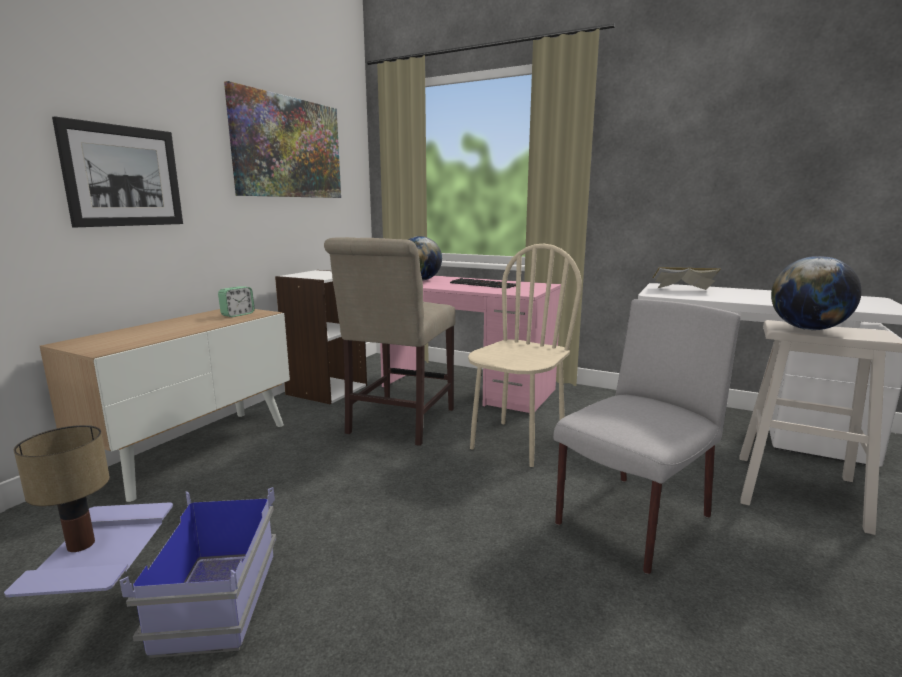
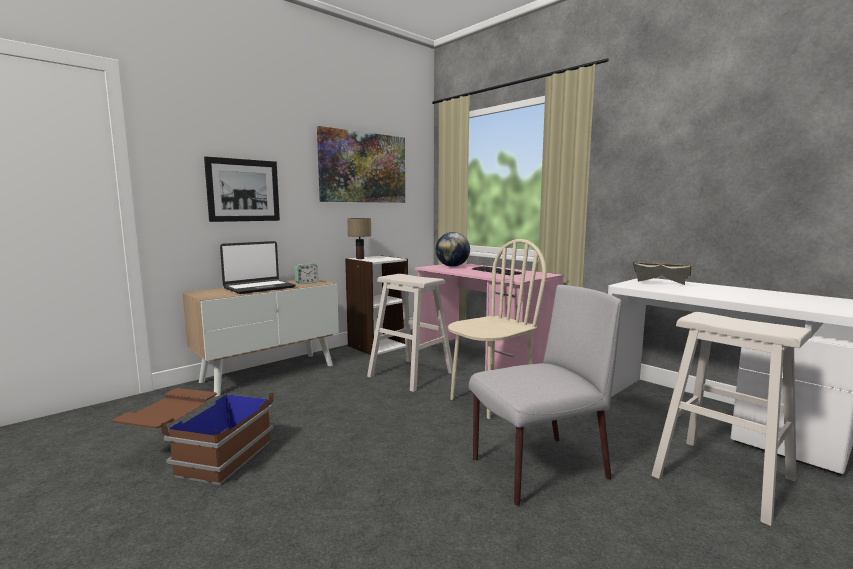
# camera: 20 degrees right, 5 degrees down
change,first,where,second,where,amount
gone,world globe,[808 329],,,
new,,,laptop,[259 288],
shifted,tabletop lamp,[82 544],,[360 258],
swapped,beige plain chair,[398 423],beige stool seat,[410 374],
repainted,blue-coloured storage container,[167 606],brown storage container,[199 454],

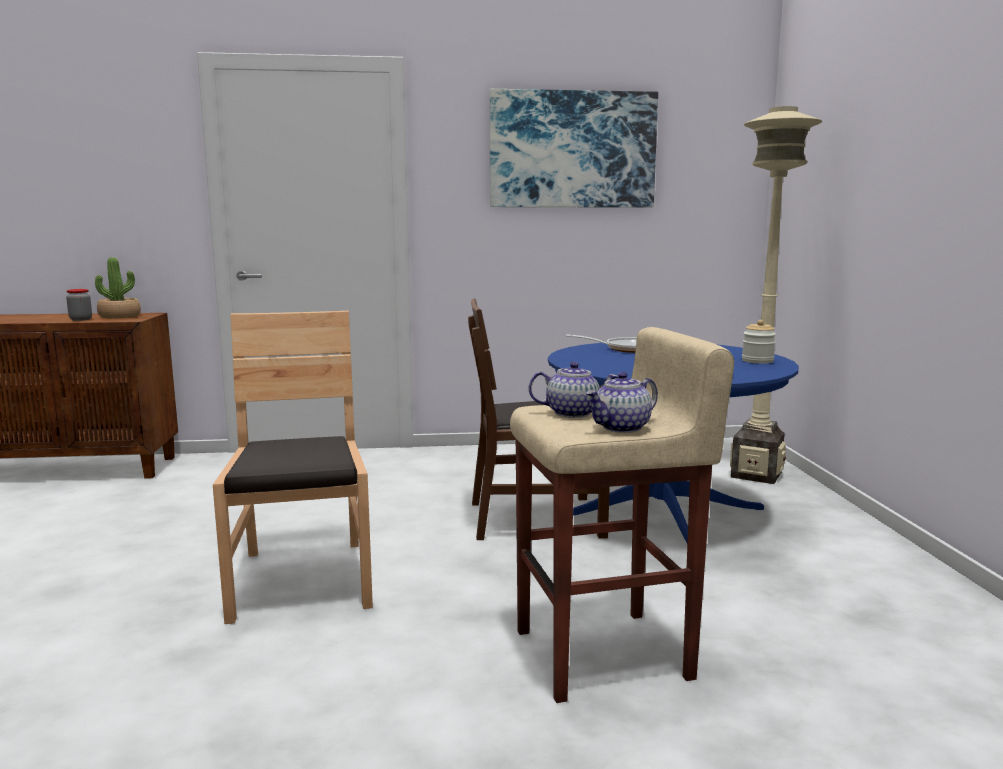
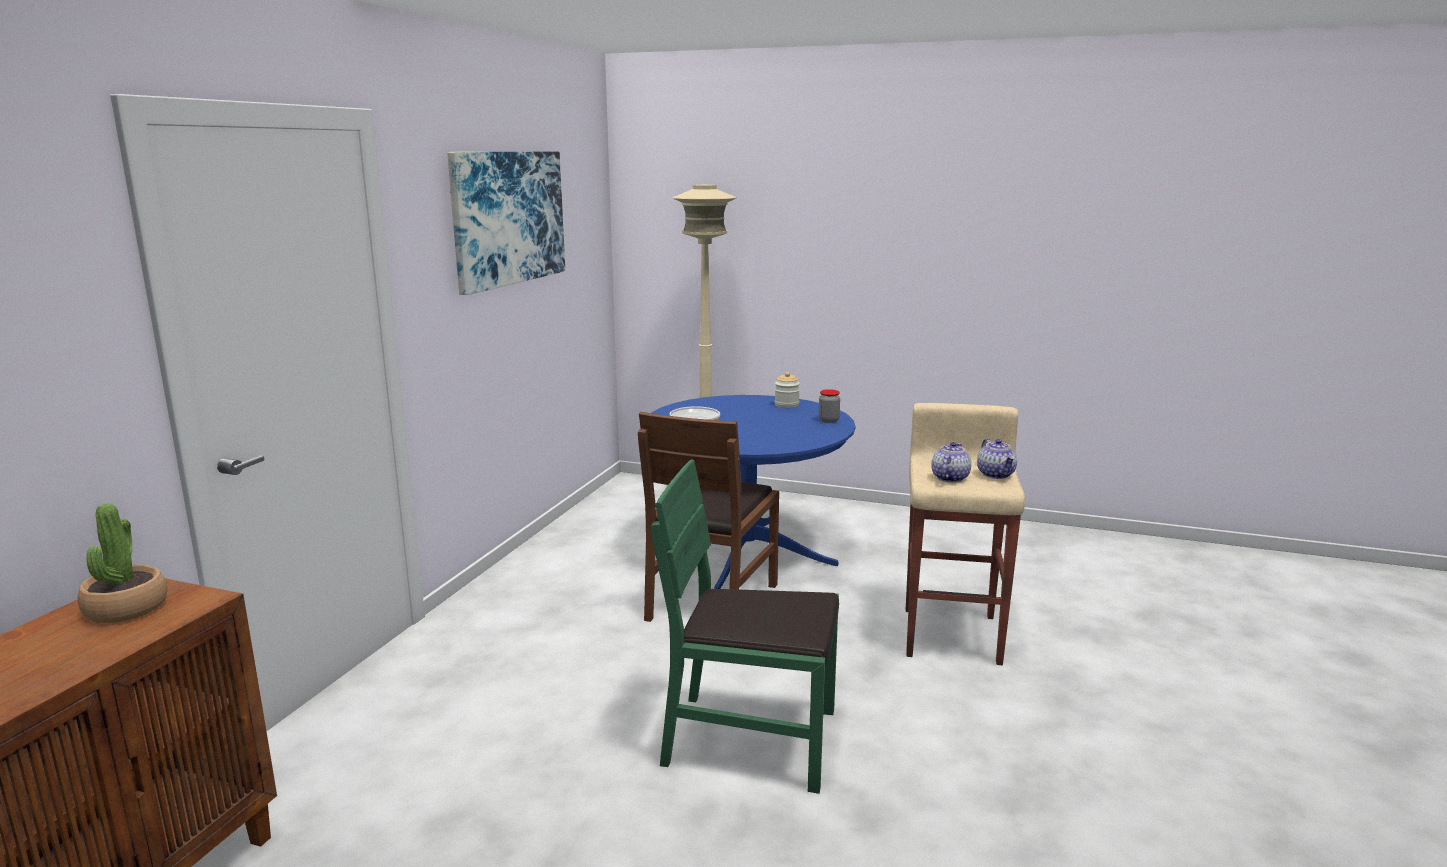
# camera: 65 degrees left, 5 degrees up
change,first,where,second,where,amount
shifted,jar,[81 319],,[828 420],
repainted,brown plain chair,[302 579],greenish plain chair,[751 739],

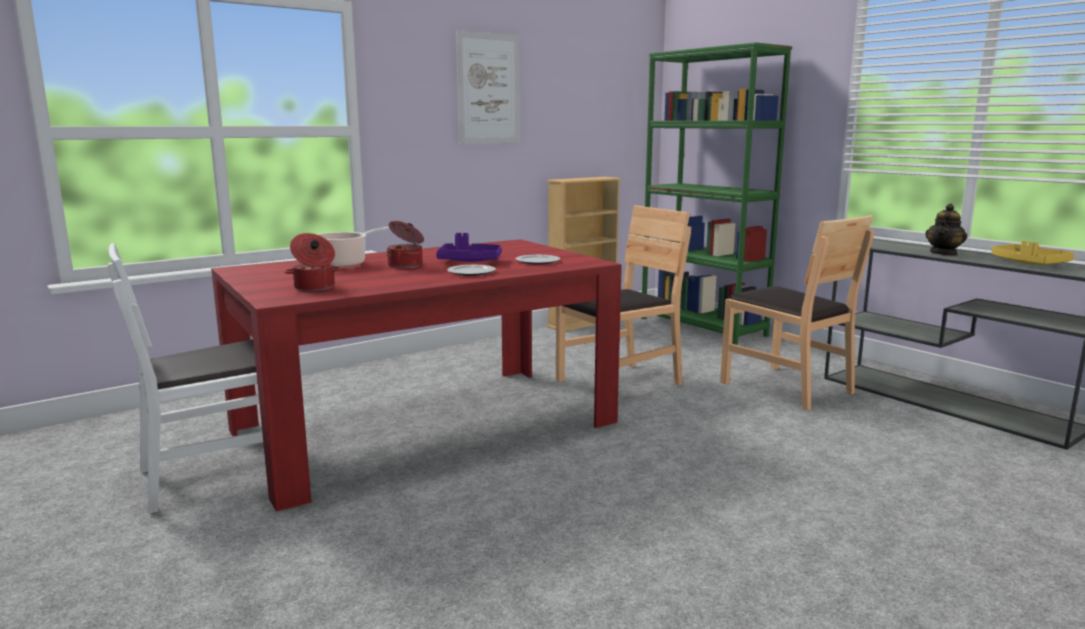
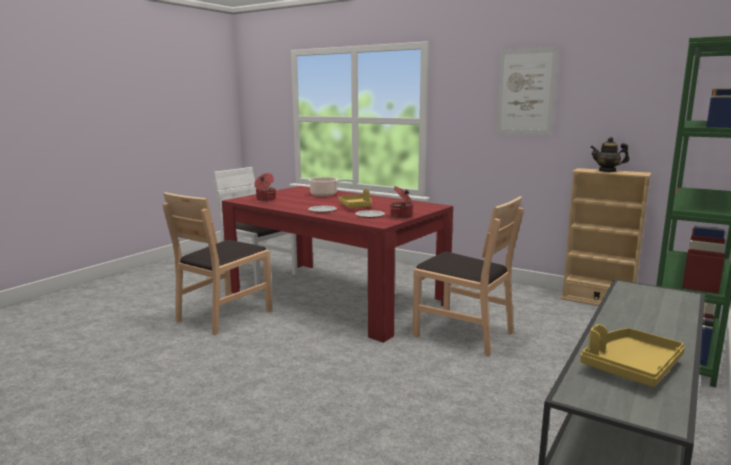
# camera: 70 degrees right, 0 degrees up
change,first,where,second,where,amount
shifted,stockpot,[406 265],,[402 216],
shifted,brown plain chair,[786 387],,[224 315],
shifted,tea pot,[944 253],,[607 171],
repainted,purple serving tray,[469 261],yellow-coloured serving tray,[356 207],

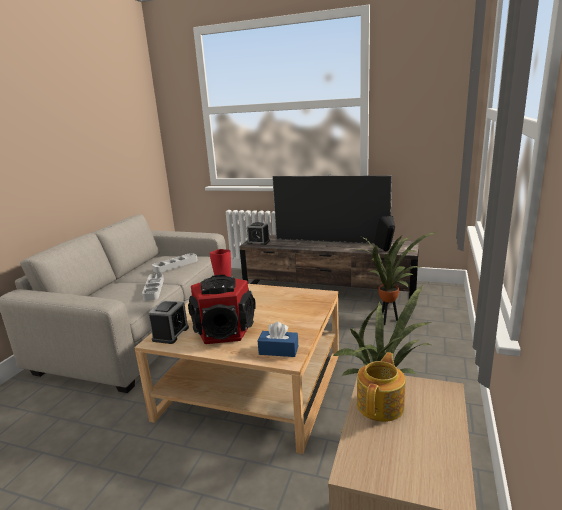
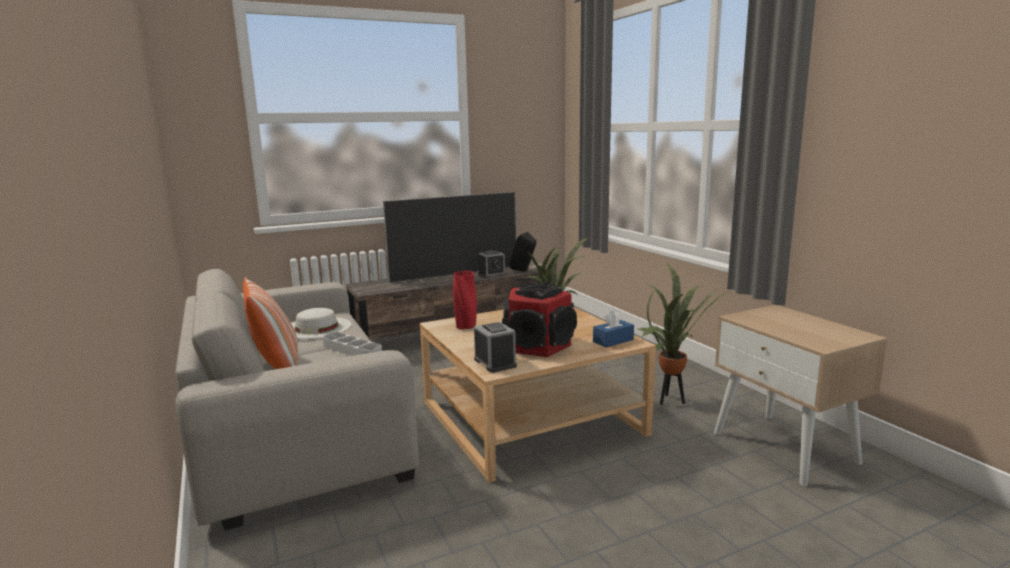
# camera: 45 degrees left, 5 degrees down
change,first,where,second,where,amount
gone,tea pot,[381 405],,,
new,,,cushion,[277 367],
shifted,alarm clock,[258 242],,[492 275],
swapped,gray serving tray,[175 265],white wearable hat,[316 328],

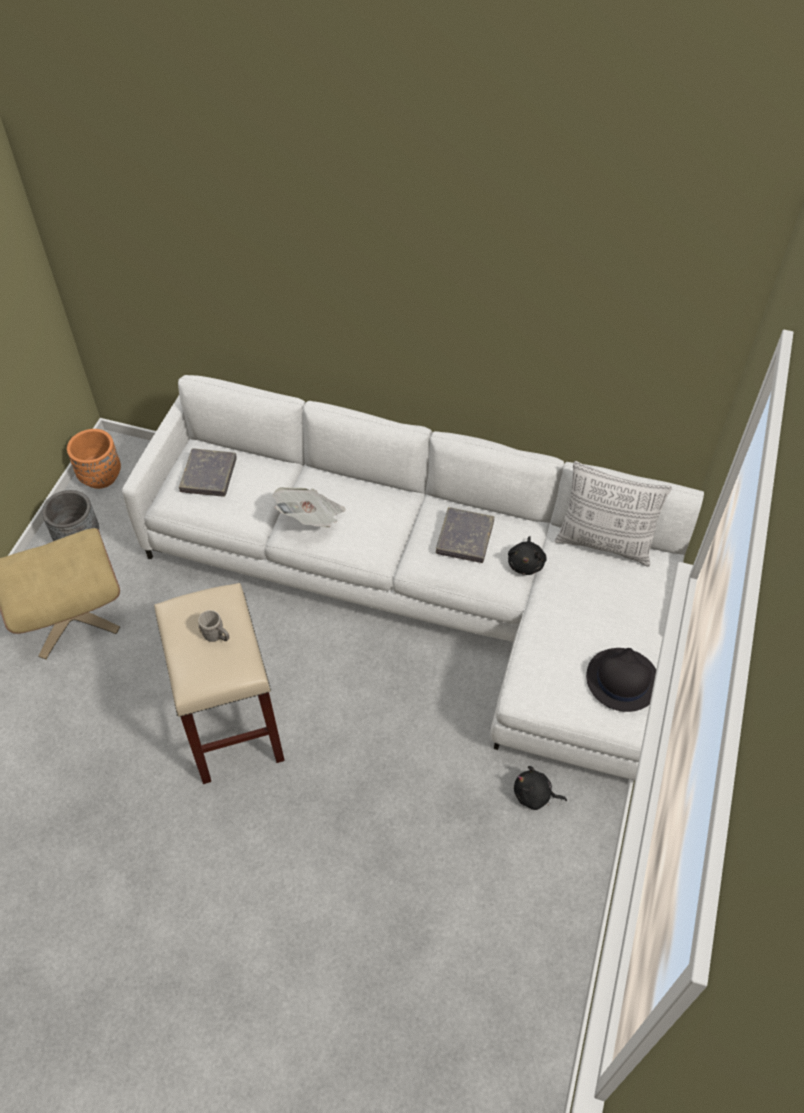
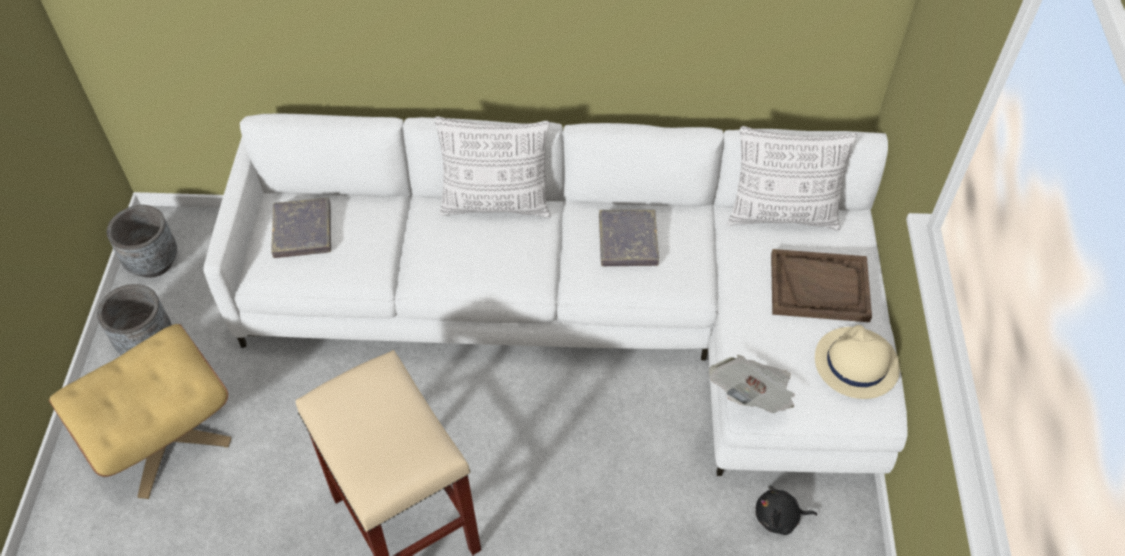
# camera: 15 degrees left, 0 degrees up
change,first,where,second,where,amount
gone,gray coffee mug,[217 636],,,
gone,black plush toy,[526 563],,,
new,,,cushion,[496 204],
new,,,brown serving tray,[819 287],
shifted,newspaper,[311 518],,[752 395],
repainted,orange planter,[101 477],gray planter,[154 262],
repainted,black wearable hat,[621 680],beige wearable hat,[855 363],

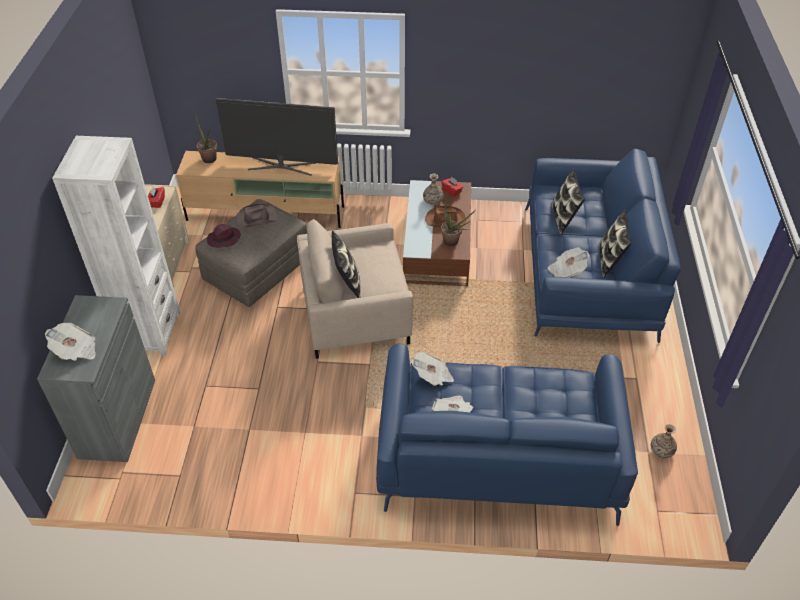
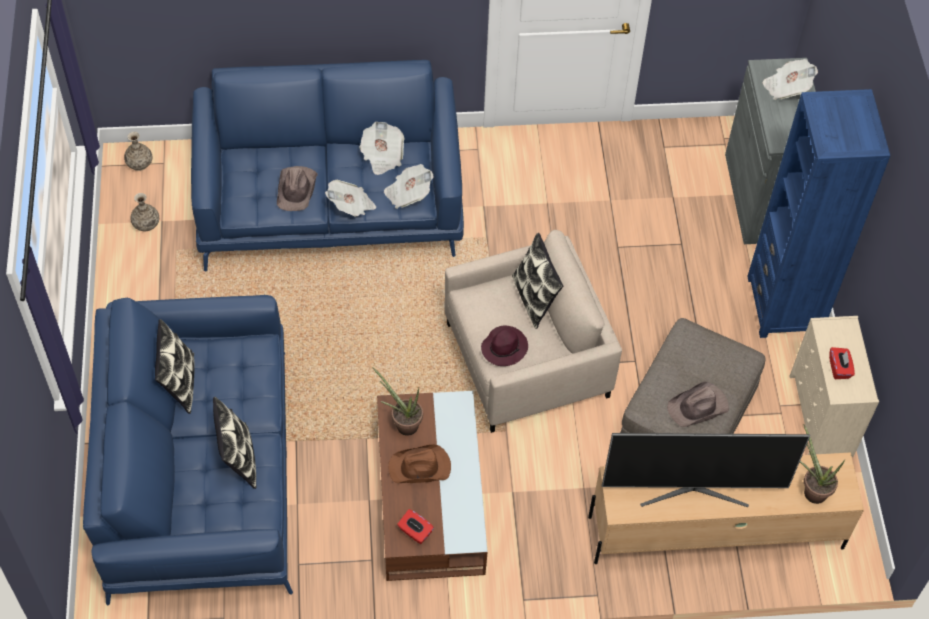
# camera: 170 degrees right, 10 degrees up
change,first,where,second,where,amount
new,,,brown wearable hat,[297 189],
shifted,purple wearable hat,[223 239],,[504 347],
shifted,flower vase,[433 201],,[139 163],
shifted,newspaper,[566 270],,[351 206],
repainted,white shelving unit,[149 332],blue-coloured shelving unit,[784 305],

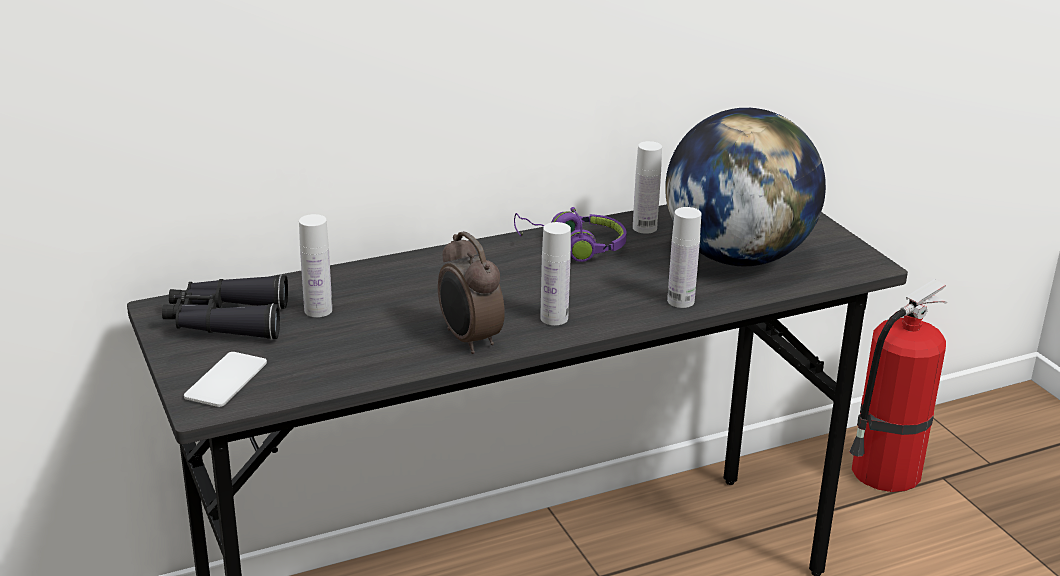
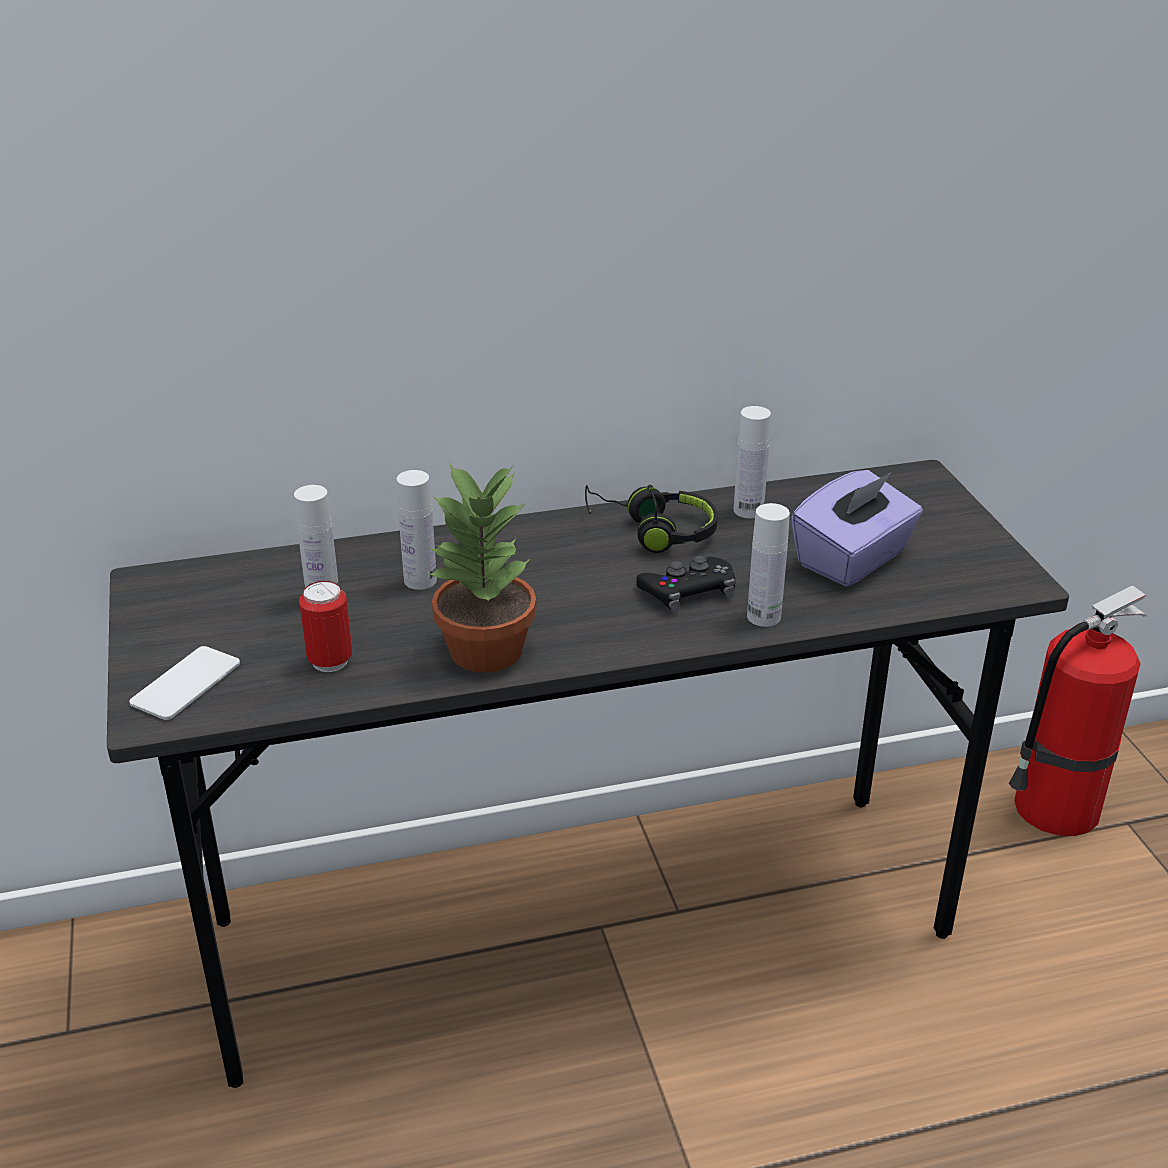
# camera: 10 degrees right, 5 degrees up
change,first,where,second,where,amount
gone,black binoculars,[226 321],,,
new,,,sealed can,[330 661],
new,,,black joypad,[688 591],
shifted,white bottle,[554 318],,[420 580],
swapped,alarm clock,[469 340],plant in a pot,[487 652],
swapped,world globe,[737 257],purple tissue box,[853 559],
repainted,purple pair of headphones,[573 247],black pair of headphones,[652 531],

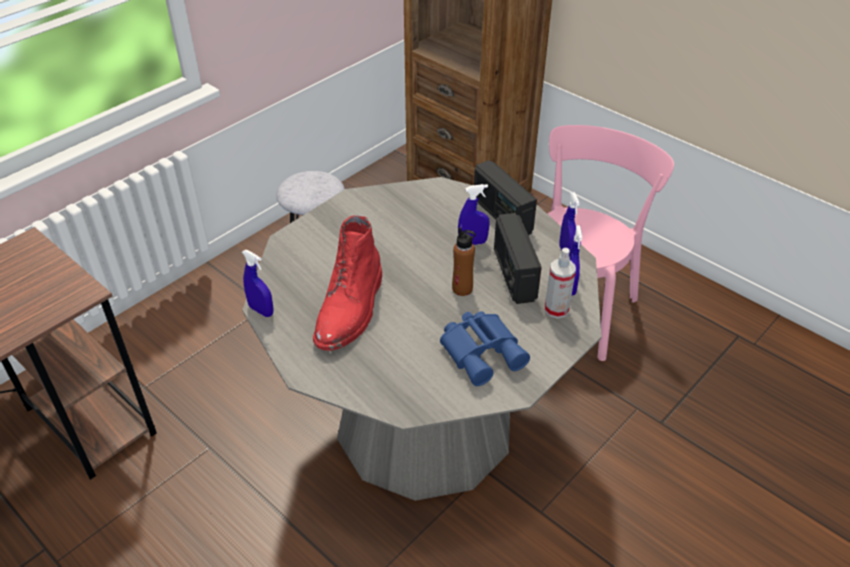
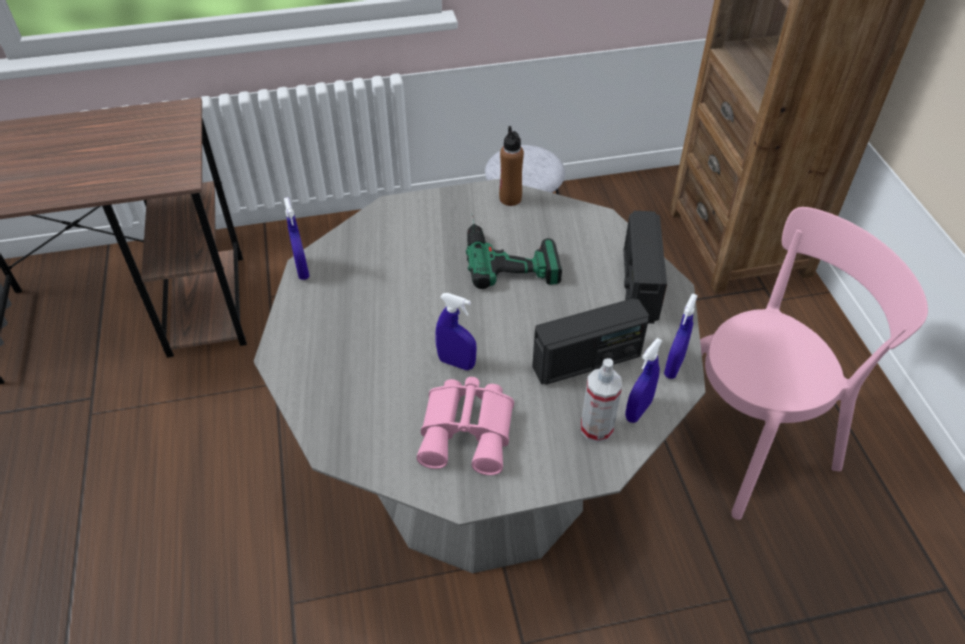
# camera: 35 degrees right, 5 degrees up
change,first,where,second,where,amount
gone,red high-top boot,[351 310],,,
new,,,power drill,[509 252],
shifted,brown bottle,[462 289],,[510 198],
shifted,blue-coloured hand sprayer,[472 243],,[456 363],
repainted,blue-coloured binoculars,[483 351],pink binoculars,[469 431],
rotated,radio,[514 274],,[587 361],135 degrees counterclockwise

